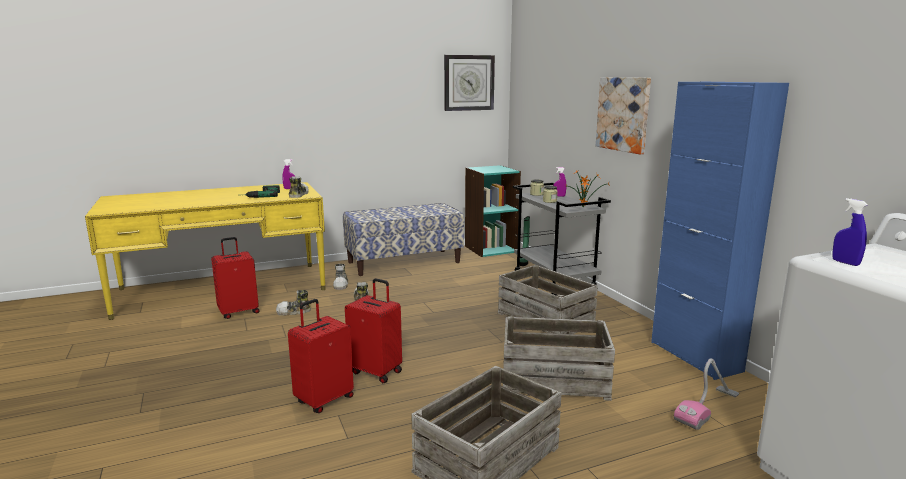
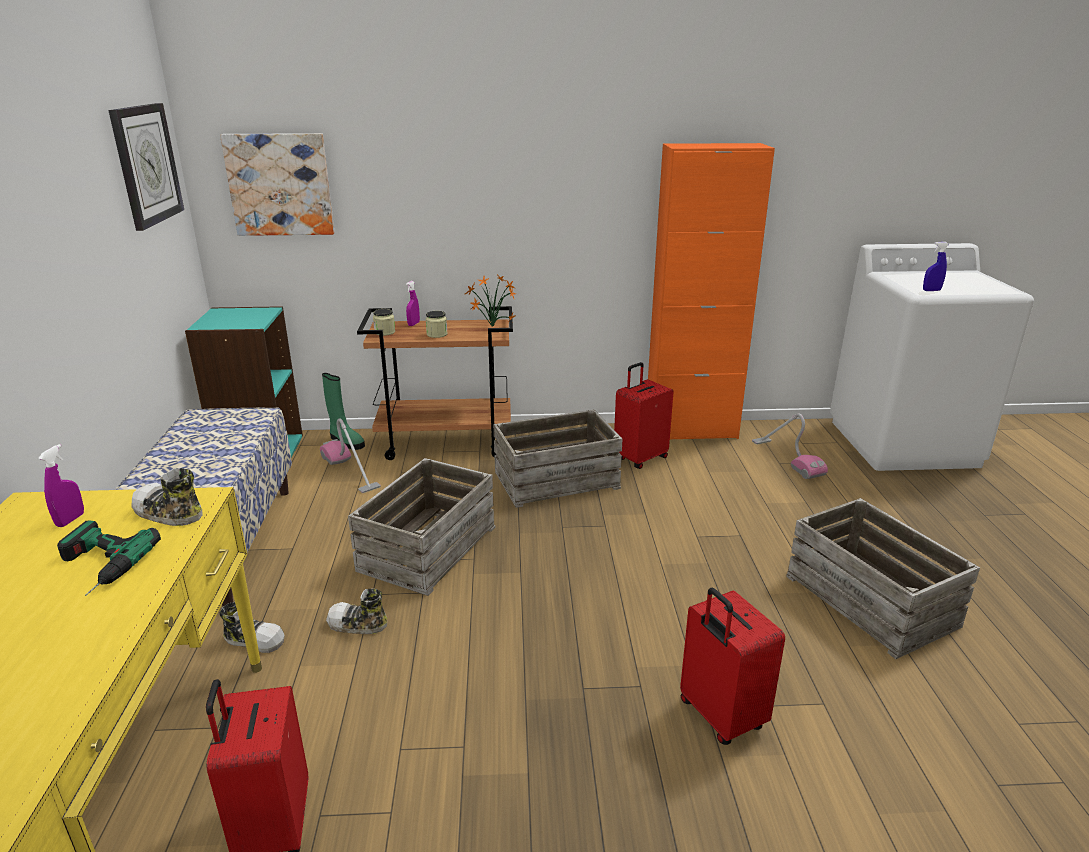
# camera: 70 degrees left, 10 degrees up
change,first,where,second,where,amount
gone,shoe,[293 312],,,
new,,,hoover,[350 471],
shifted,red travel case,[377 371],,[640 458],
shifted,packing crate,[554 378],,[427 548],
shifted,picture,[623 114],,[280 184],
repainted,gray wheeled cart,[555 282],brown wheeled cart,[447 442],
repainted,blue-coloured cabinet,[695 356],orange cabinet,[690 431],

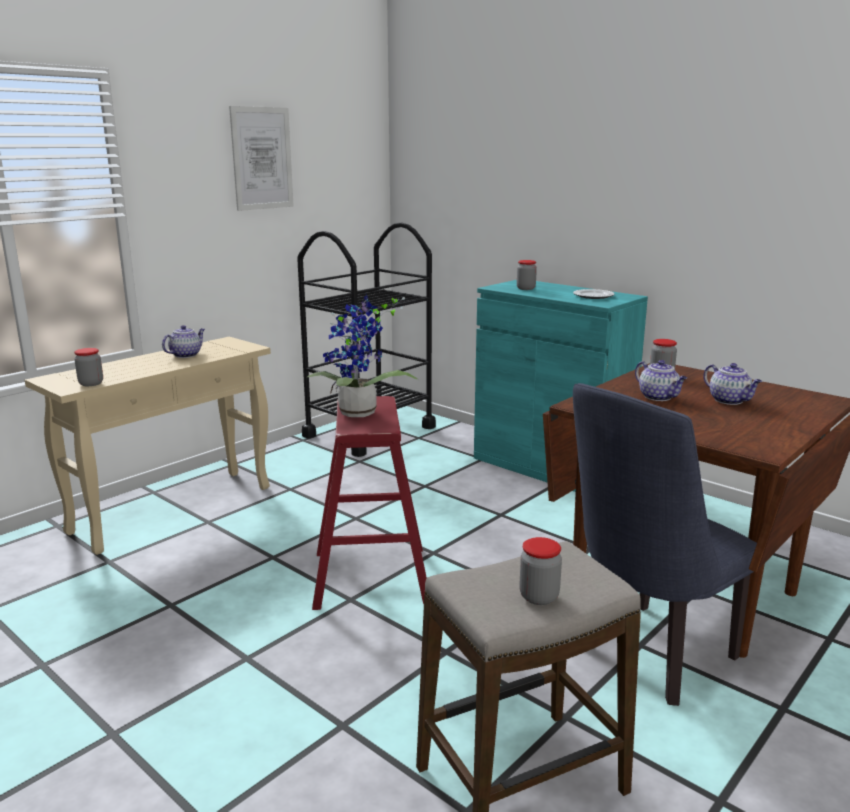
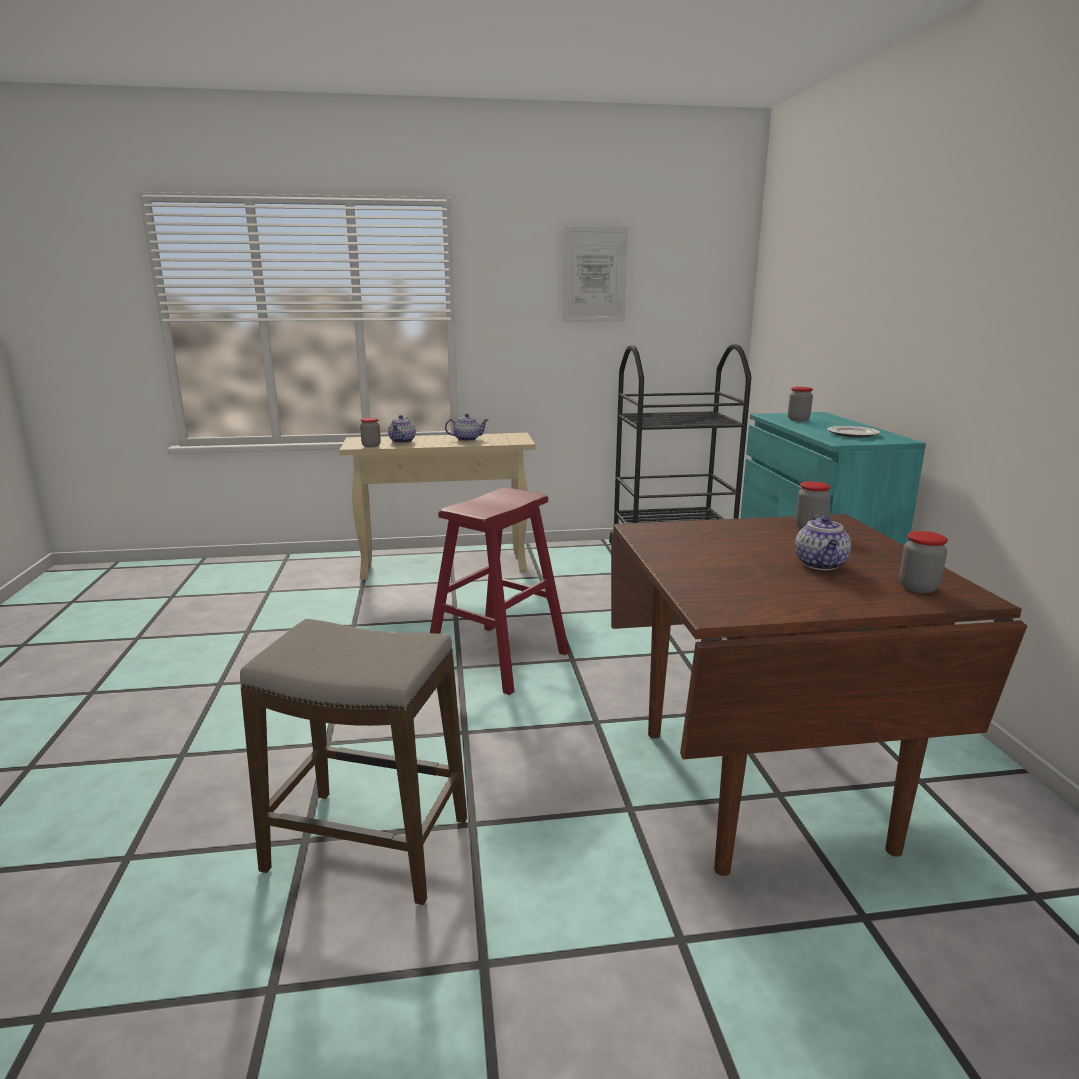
# camera: 40 degrees right, 0 degrees up
change,first,where,second,where,amount
gone,plant in a pot,[358 414],,,
gone,blue-coloured plain chair,[646 656],,,
shifted,jar,[539 596],,[918 587],
shifted,tea pot,[659 397],,[402 441],

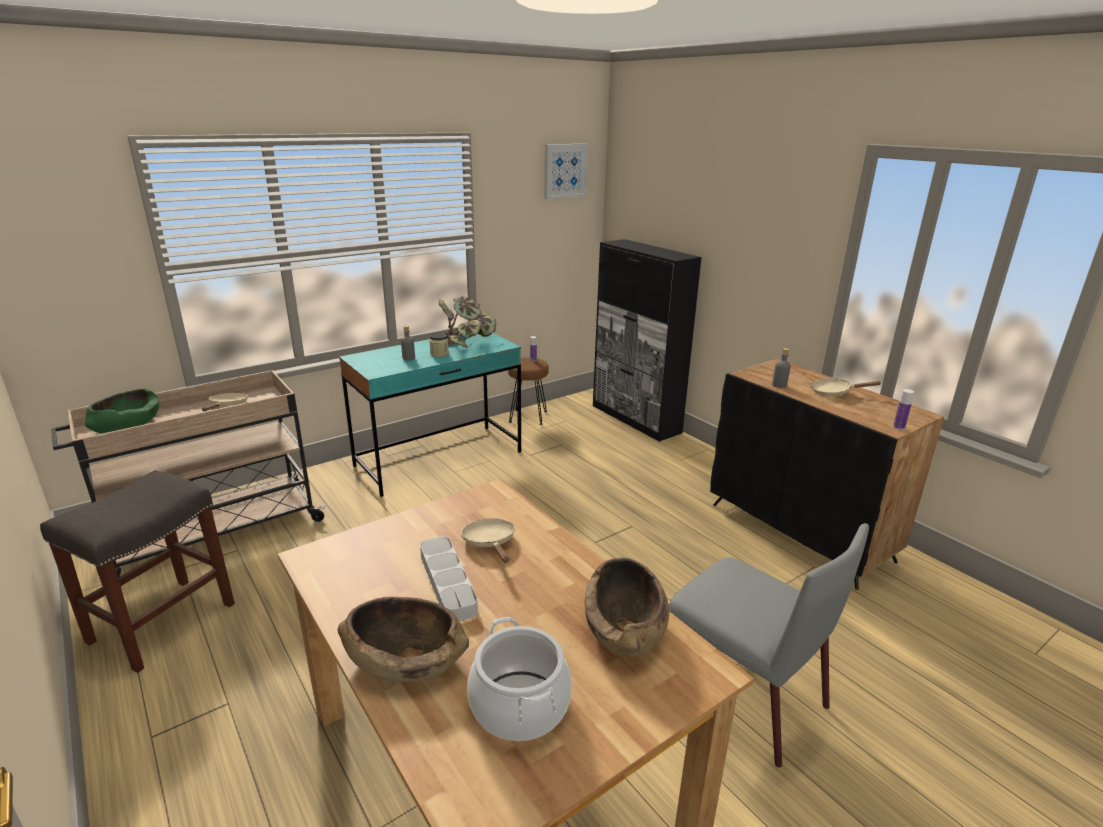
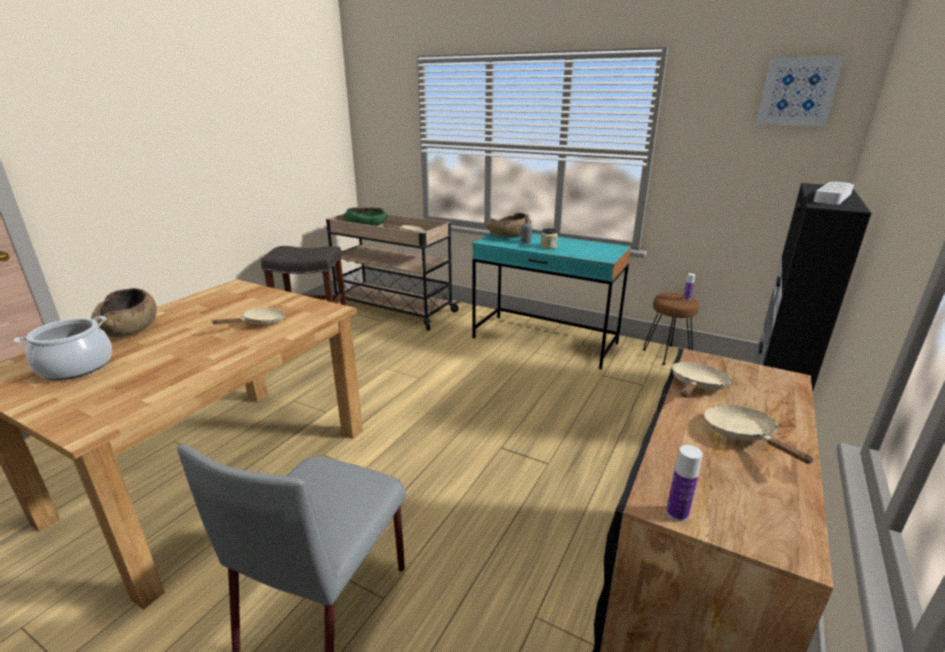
# camera: 65 degrees right, 0 degrees up
change,first,where,second,where,amount
gone,plant in a pot,[465 341],,,
shifted,gray serving tray,[447 582],,[832 197],
shifted,brown deep dish,[625 628],,[508 235],
swapped,gray bottle,[779 385],beige pan,[697 386],

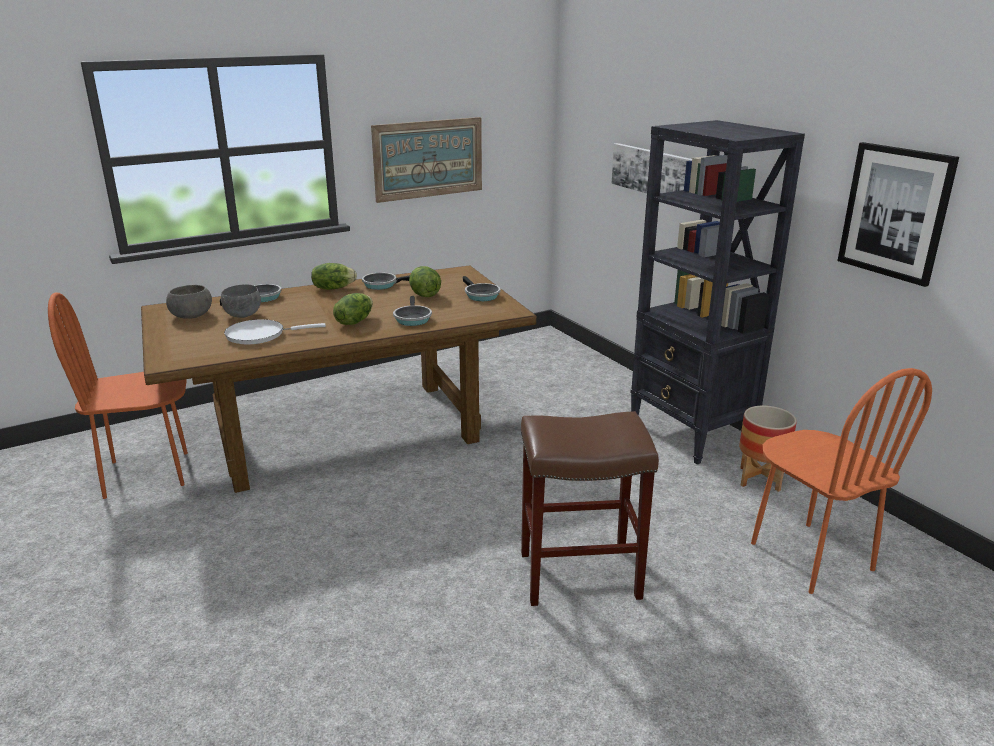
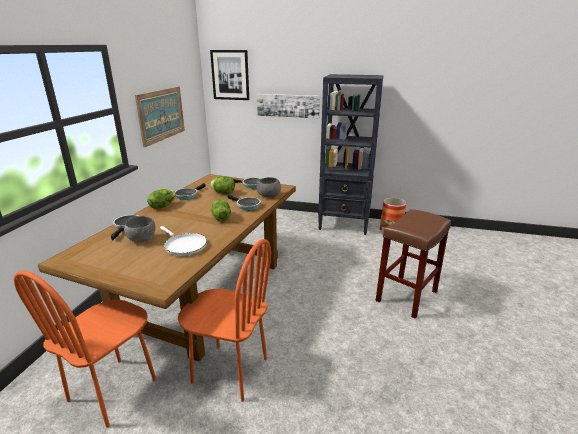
# camera: 45 degrees left, 0 degrees up
change,first,where,second,where,amount
shifted,gray deep dish,[191 315],,[268 195],
shifted,orange plain chair,[810 556],,[230 371],
shifted,picture,[895 212],,[230 75],
rotated,white pan,[260 335],,[184 245],75 degrees counterclockwise

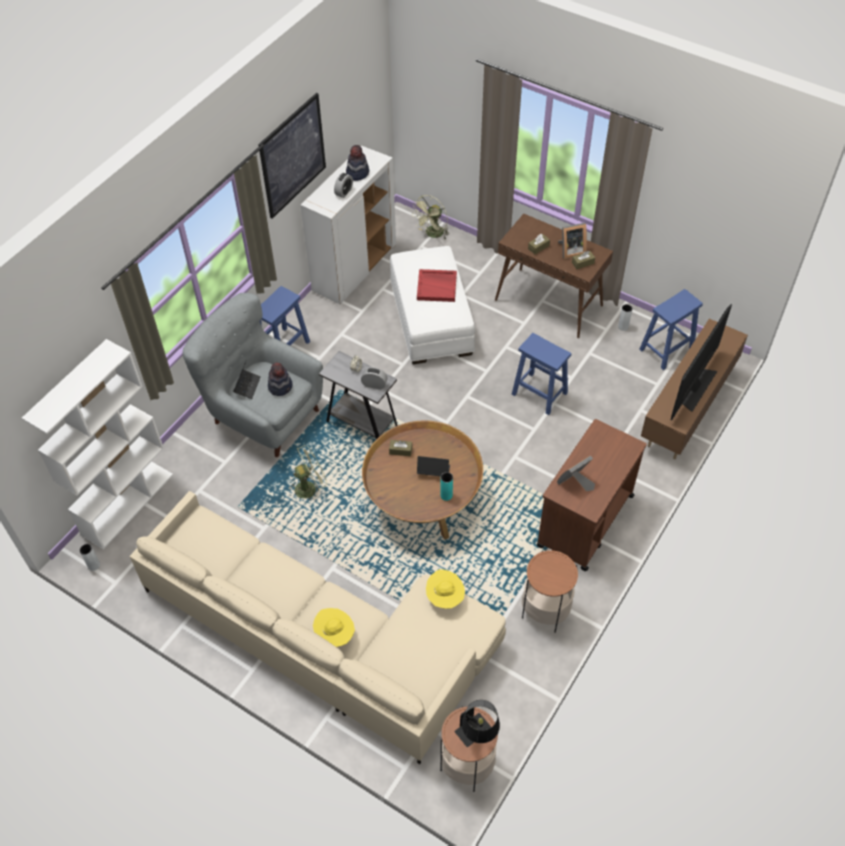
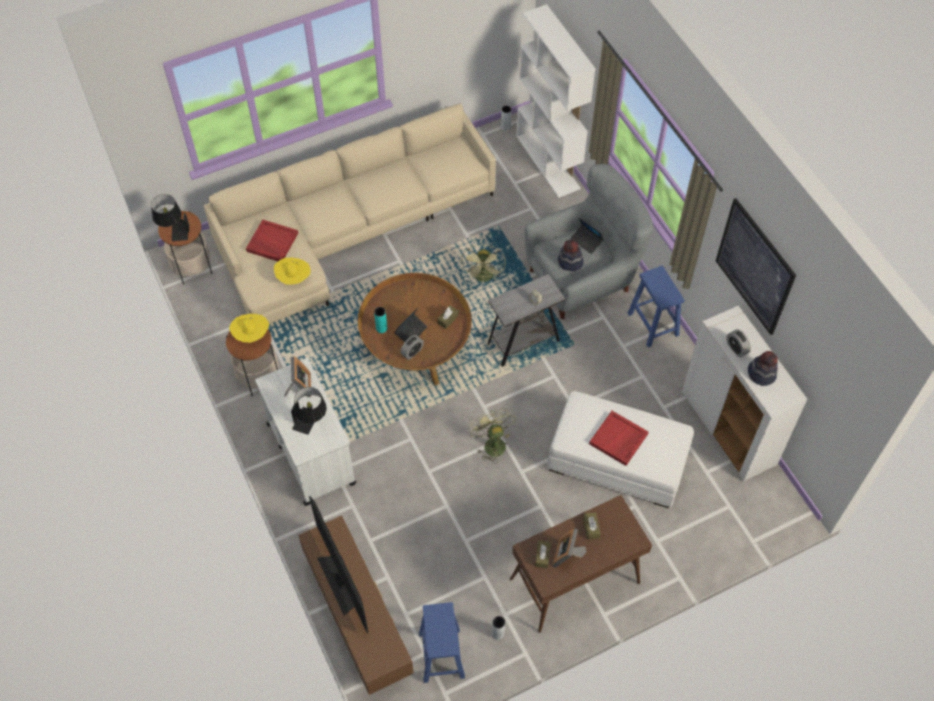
# camera: 120 degrees right, 5 degrees up
change,first,where,second,where,amount
gone,blue-coloured stool seat,[540 394],,,
new,,,red serving tray,[272 242],
new,,,black tabletop lamp,[311 422],
shifted,yellow-coloured wearable hat,[335 635],,[251 335],
shifted,alarm clock,[374 384],,[412 352],
shifted,greenish fan,[432 234],,[492 443],
repainted,brown wheeled cart,[584 521],white wheeled cart,[311 453],

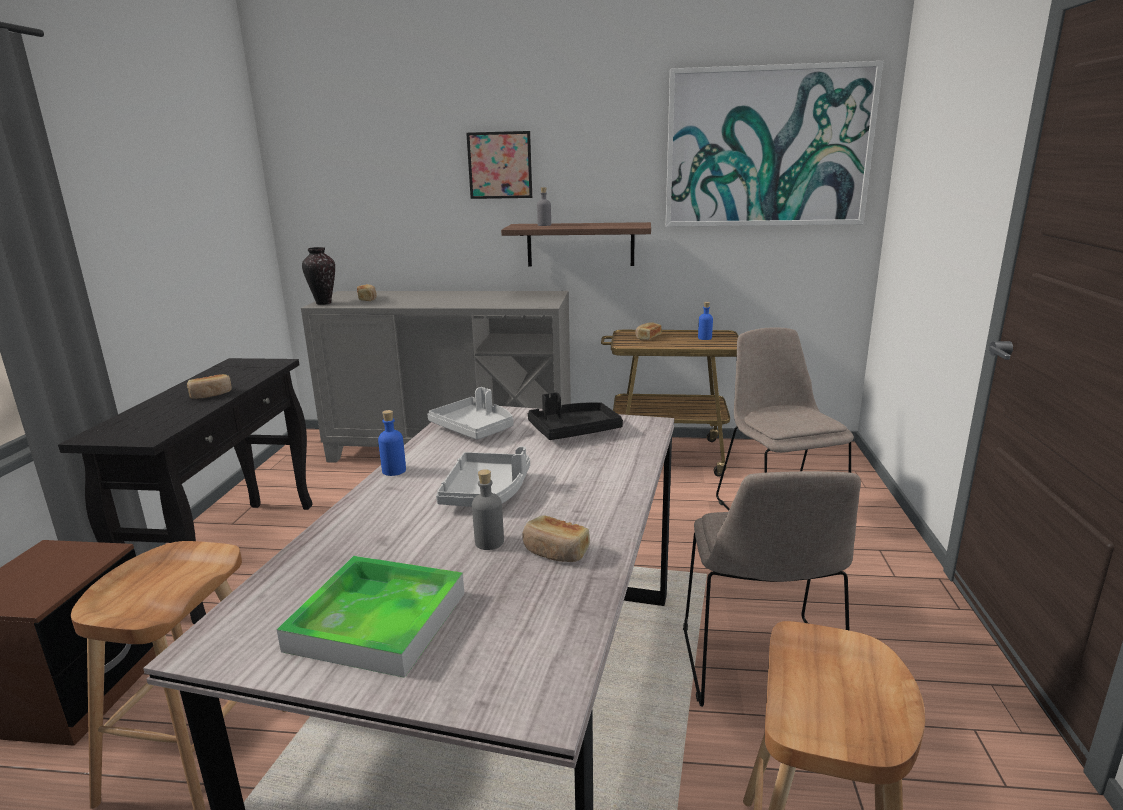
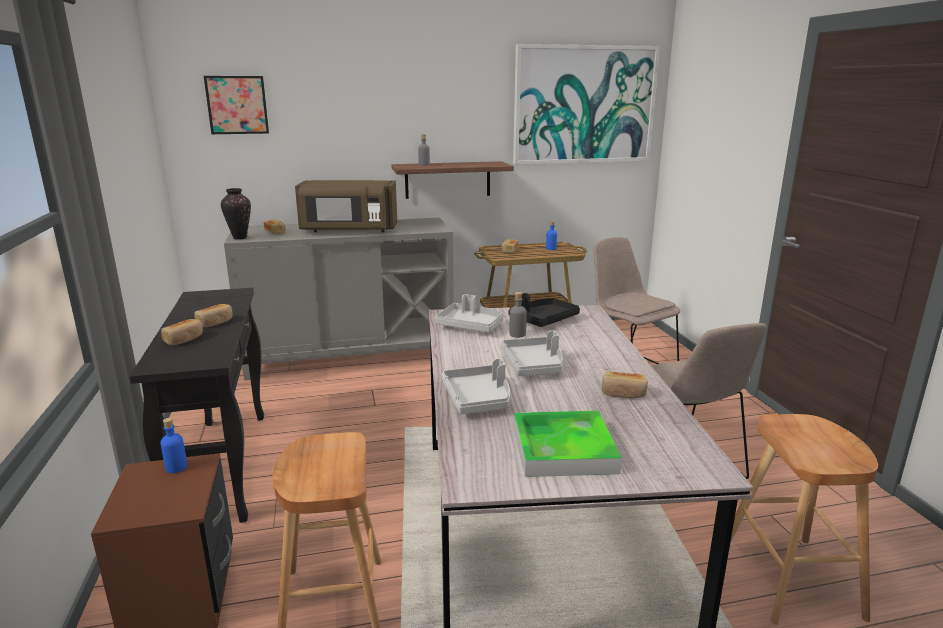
# camera: 20 degrees left, 0 degrees up
change,first,where,second,where,amount
new,,,bakery bread,[184 339],
new,,,brown microwave oven,[348 230],
new,,,gray serving tray,[478 399],
shifted,blue-coloured bottle,[394 470],,[176 467],
shifted,picture,[500 165],,[237 105],
shifted,gray bottle,[489 542],,[517 334],

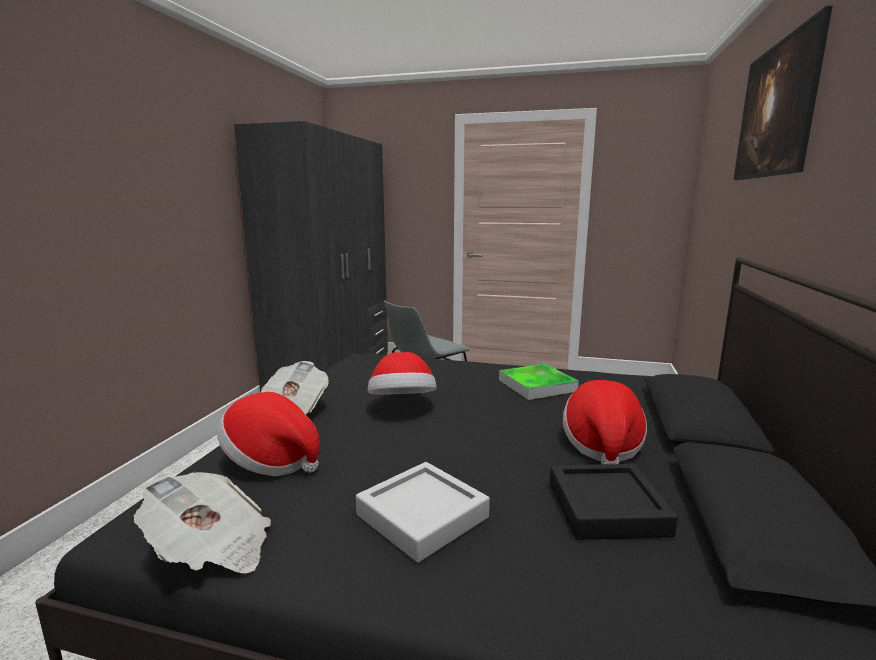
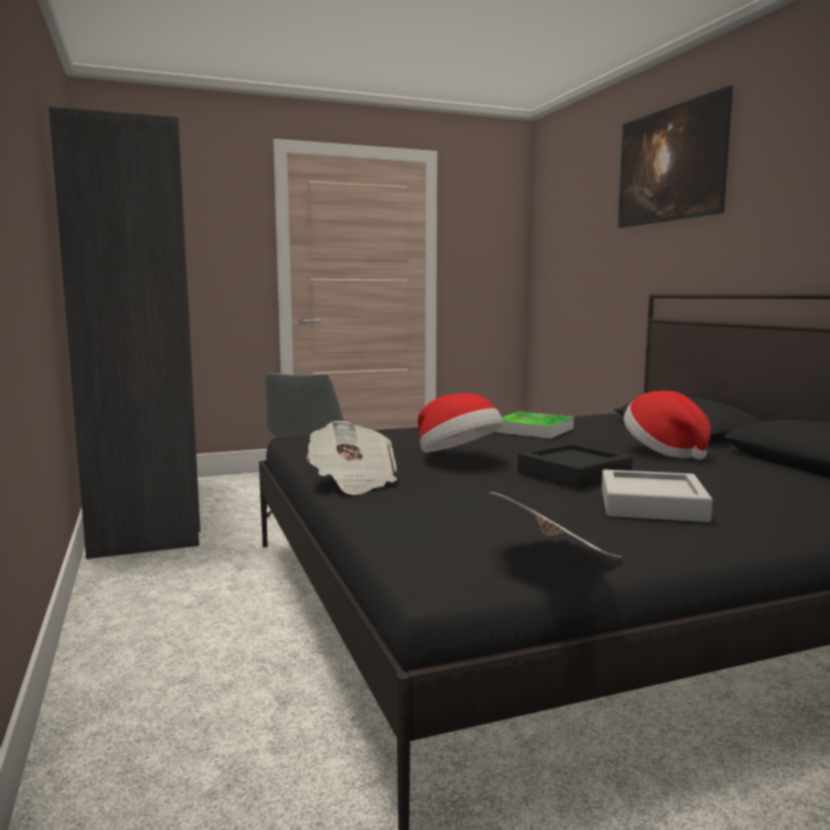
# camera: 35 degrees left, 5 degrees down
change,first,where,second,where,amount
gone,wearable hat,[271 461],,,
shifted,black serving tray,[606 508],,[573 473],

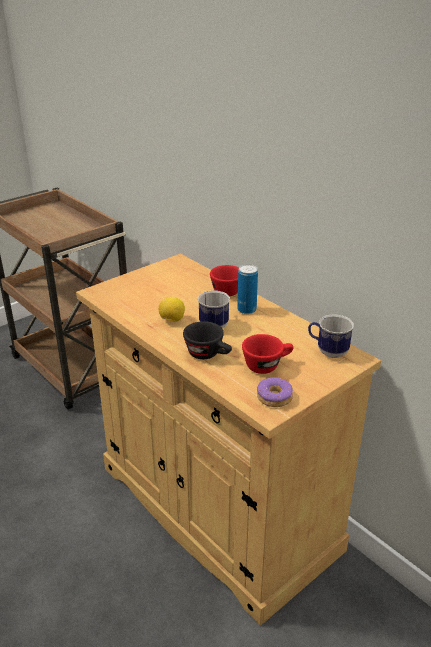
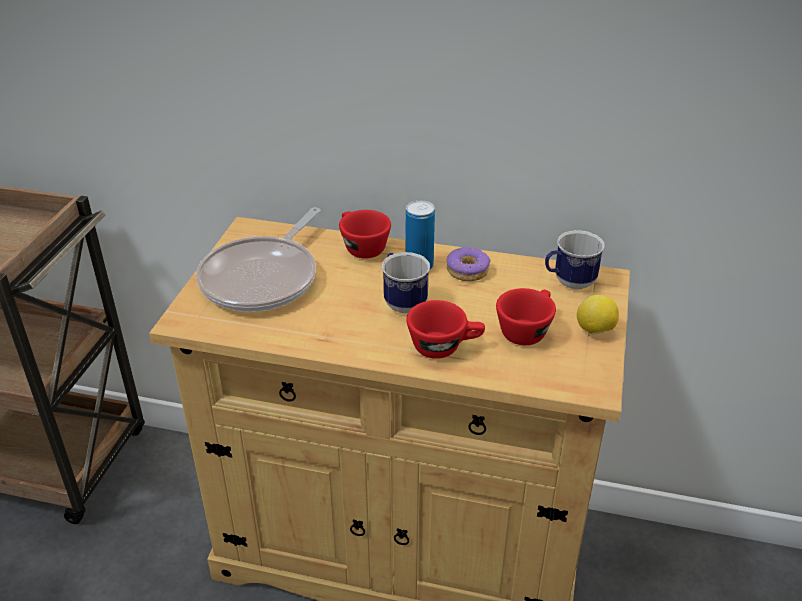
# camera: 35 degrees left, 5 degrees up
change,first,where,second,where,amount
new,,,pan,[263 278],
shifted,citrus fruit,[172 320],,[595 331],
shifted,donut,[274 397],,[468 271],
repainted,black small cup,[208 354],red small cup,[444 347],

